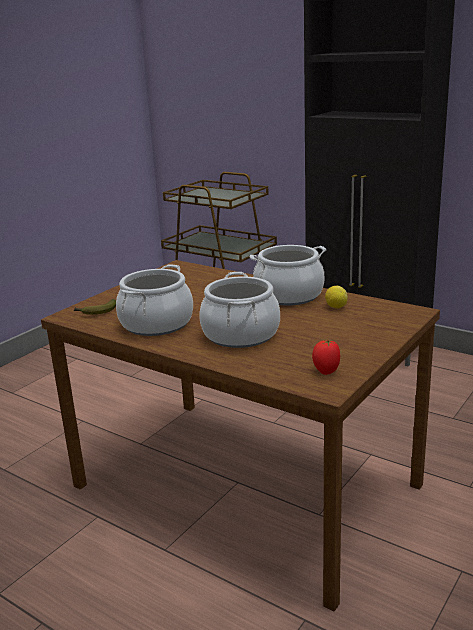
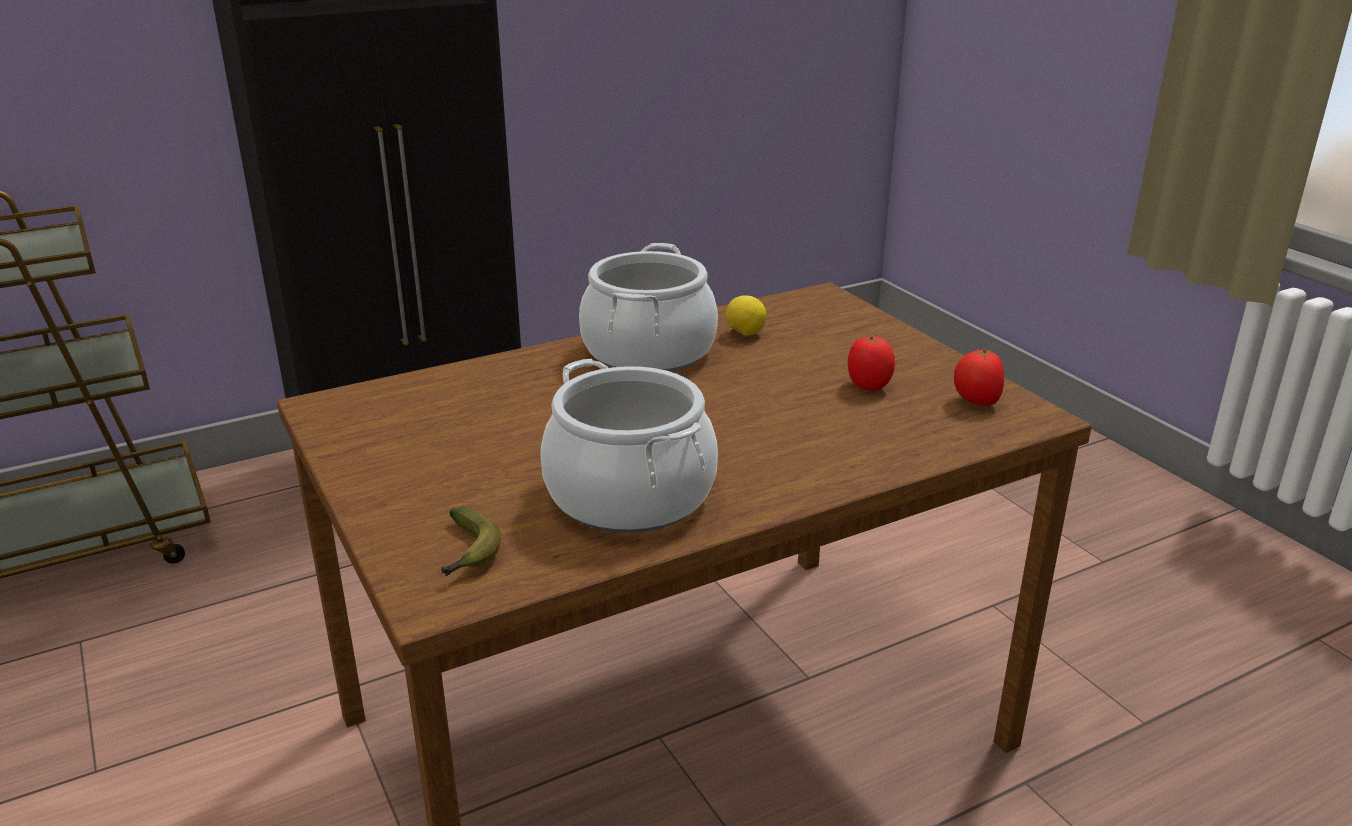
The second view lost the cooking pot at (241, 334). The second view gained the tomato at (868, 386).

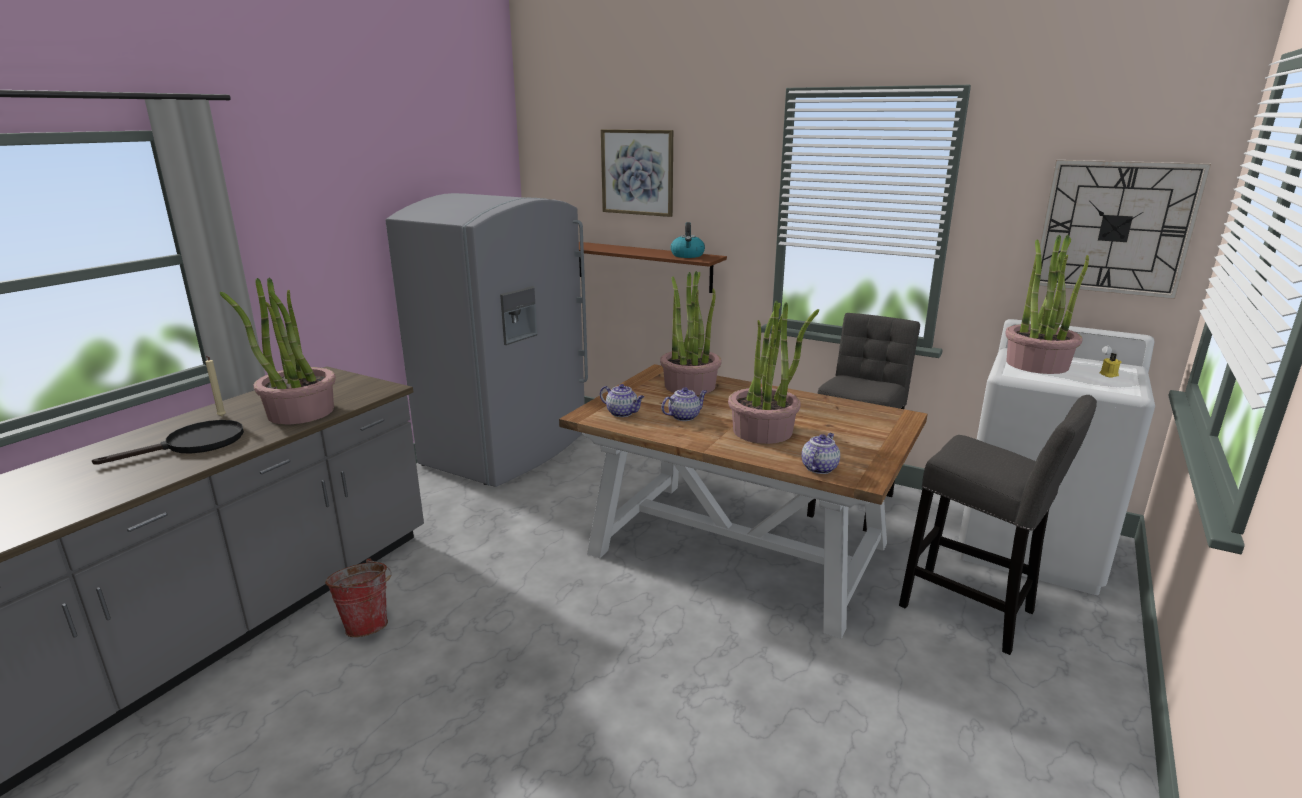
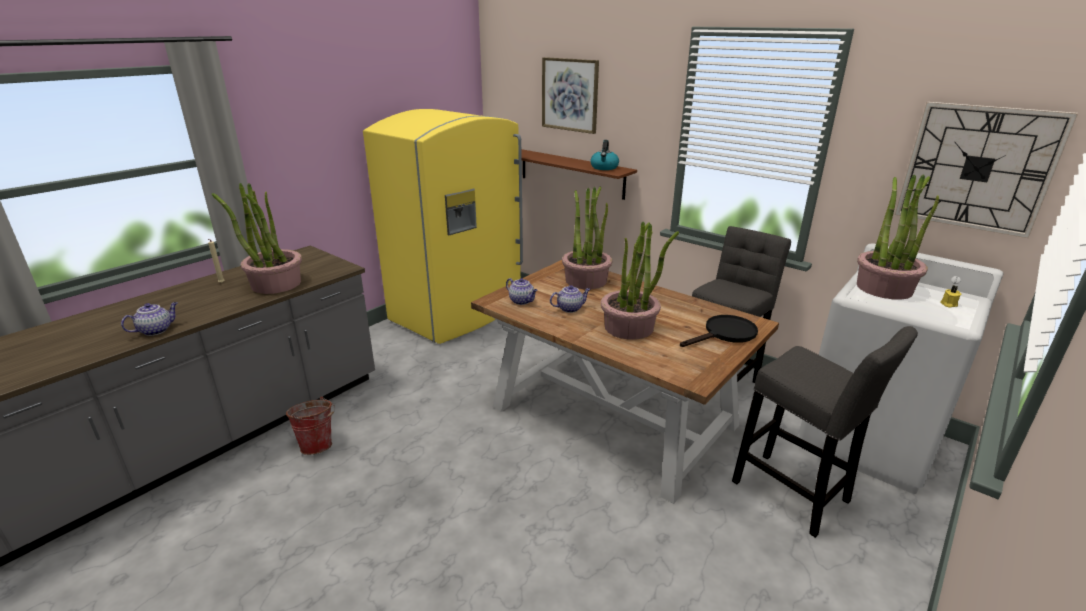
The frying pan/black ended up elsewhere, having gone from (194, 444) to (725, 334). What was the fridge/grey at (508, 449) turned into the fridge/yellow at (458, 313). The teapot ended up elsewhere, having gone from (819, 468) to (156, 330).

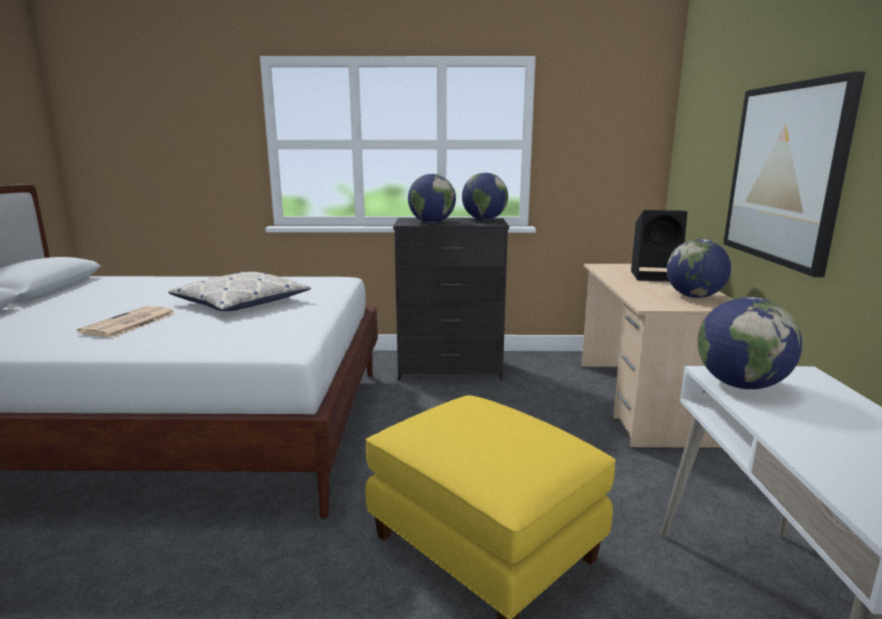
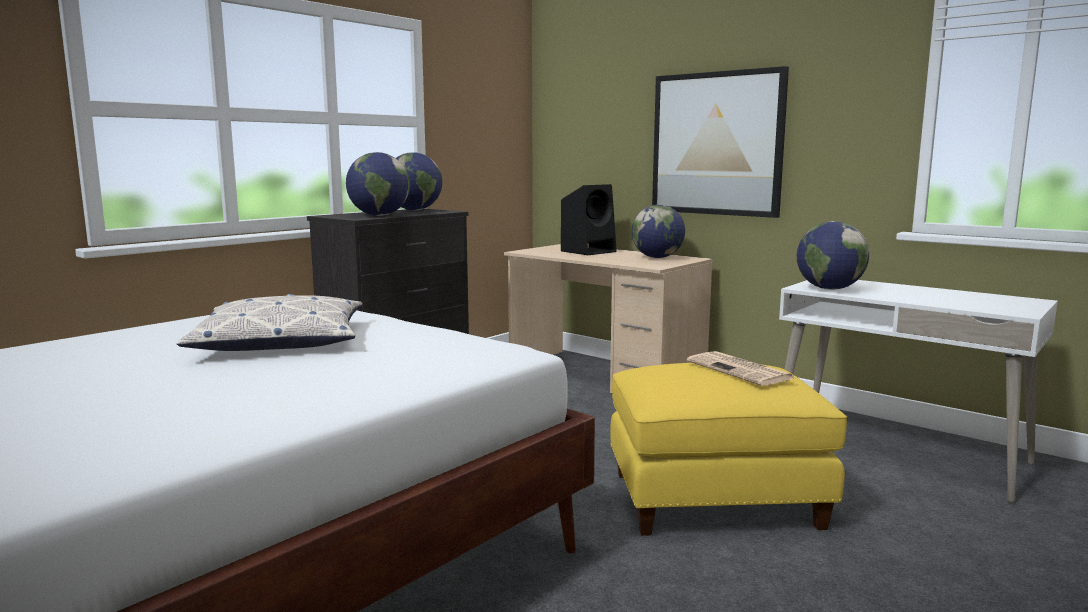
The newspaper ended up elsewhere, having gone from (129, 323) to (741, 370).

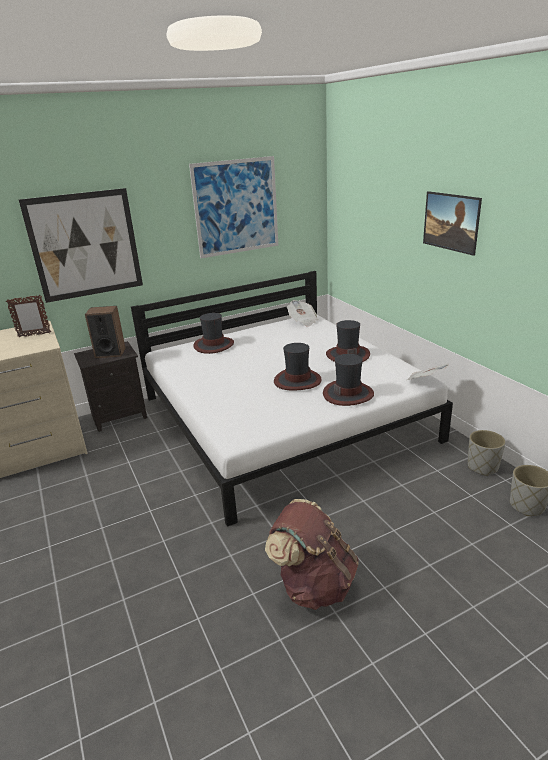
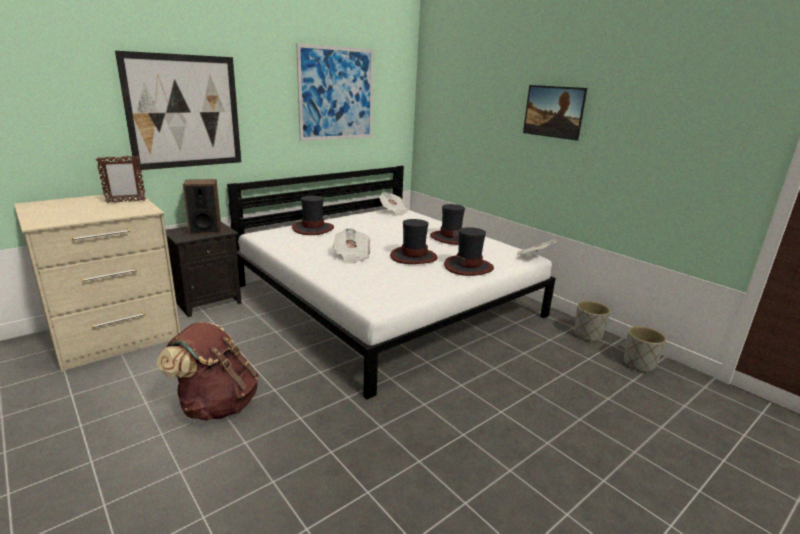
The backpack/brown ended up elsewhere, having gone from (314, 584) to (217, 405). The second view gained the newspaper at (352, 256).

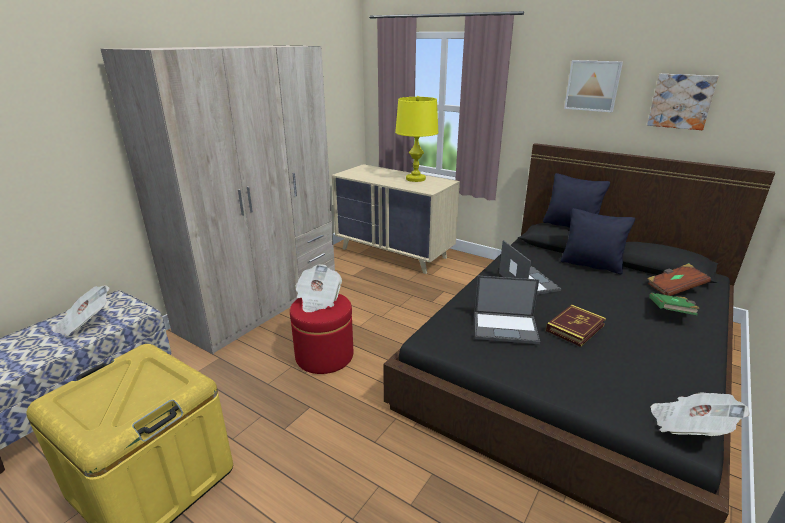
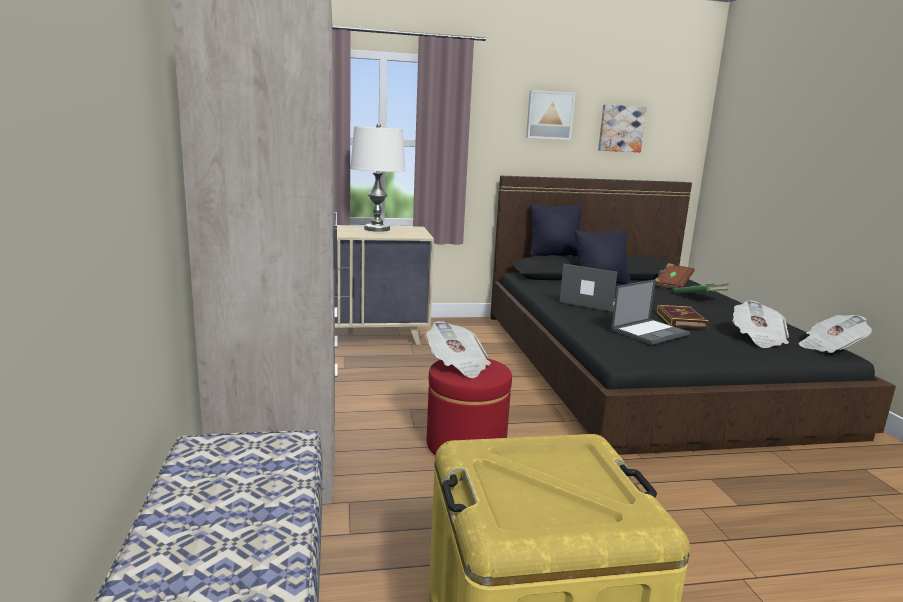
The newspaper ended up elsewhere, having gone from (85, 323) to (758, 339). What was the table lamp/yellow at (415, 179) turned into the table lamp/white at (377, 229).

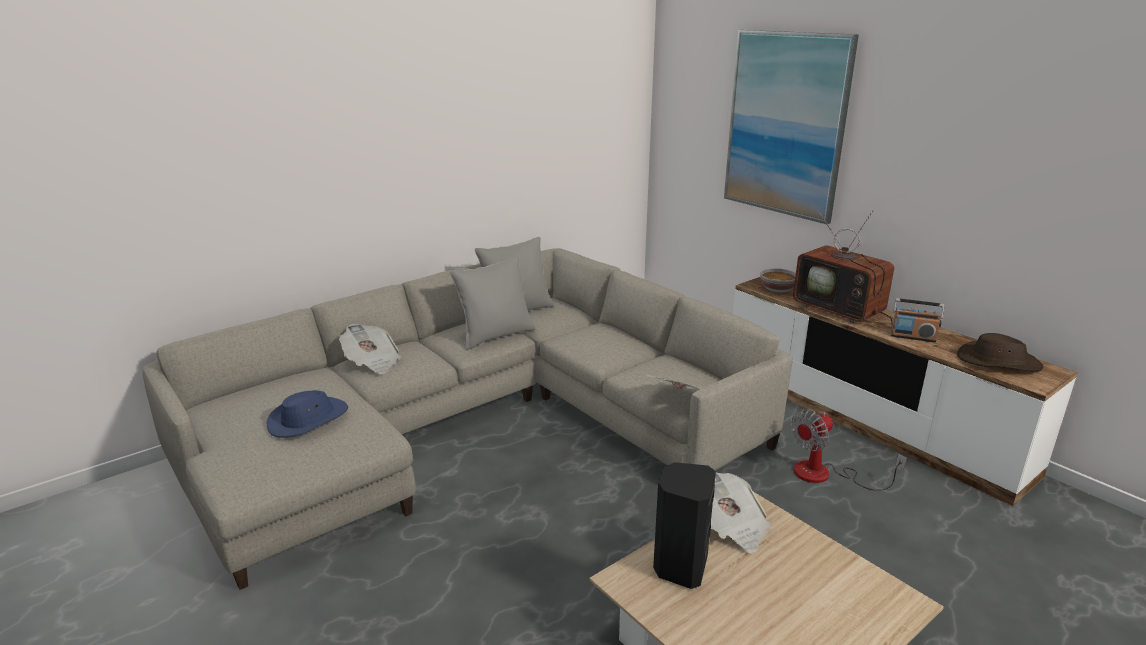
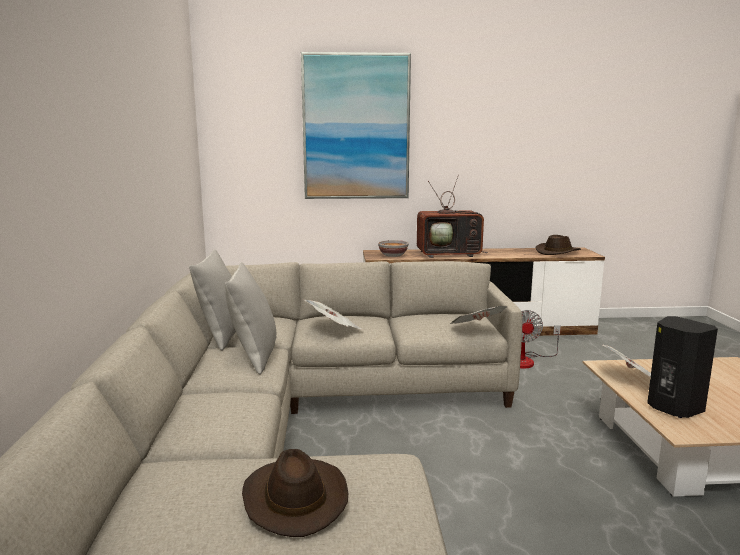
What was the hat/blue at (308, 419) turned into the hat/brown at (294, 498). The newspaper ended up elsewhere, having gone from (372, 362) to (334, 329). The second view lost the radio at (912, 337).

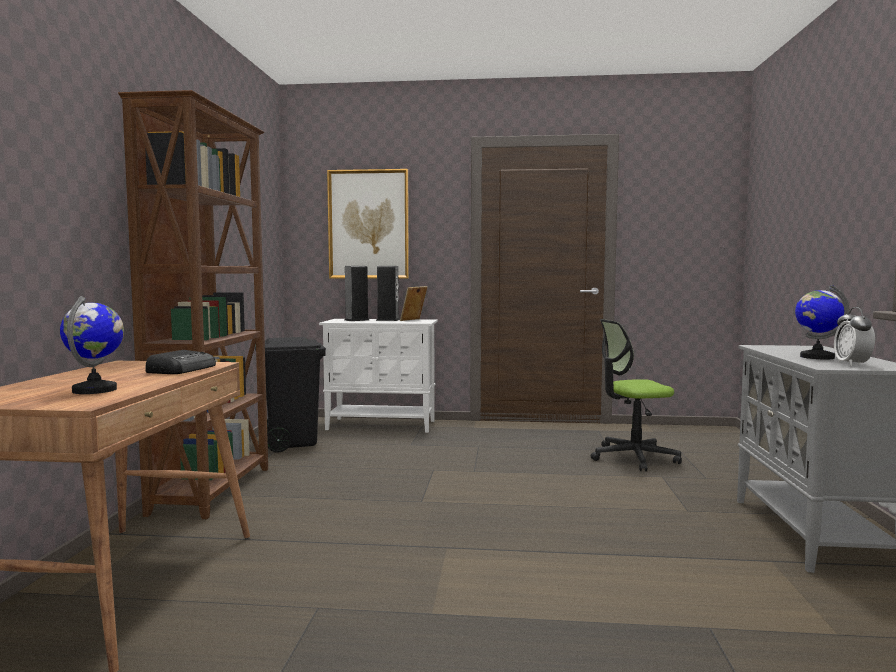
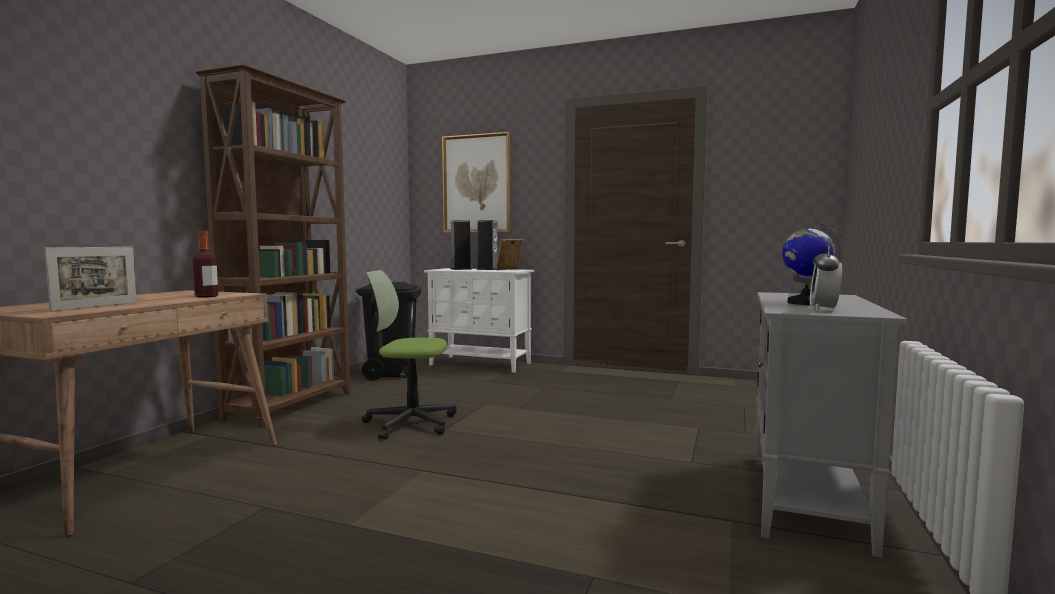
Where the globe stood at (95, 390), the picture frame came to stand at (96, 306). Where the radio stood at (183, 369), the bottle came to stand at (206, 296). The office chair ended up elsewhere, having gone from (633, 457) to (410, 423).

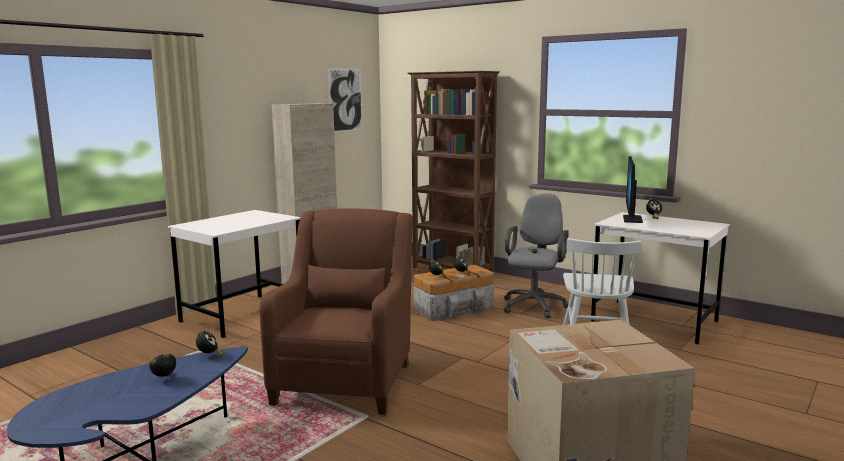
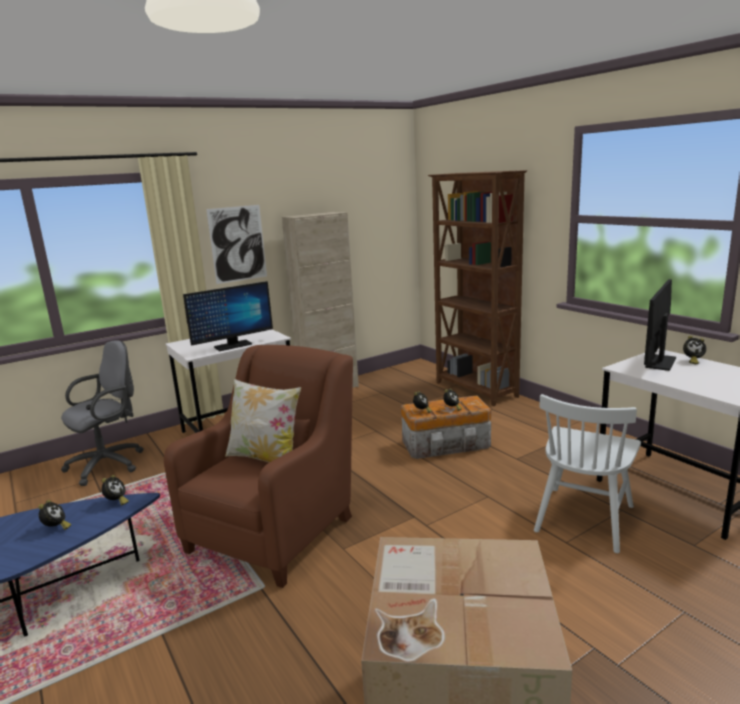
The alarm clock at (165, 379) ended up facing another way, 90 degrees clockwise from before. The picture ended up elsewhere, having gone from (345, 100) to (237, 244). The office chair/grey ended up elsewhere, having gone from (534, 305) to (110, 464). The second view gained the monitor at (233, 346). The second view gained the pillow at (266, 458).

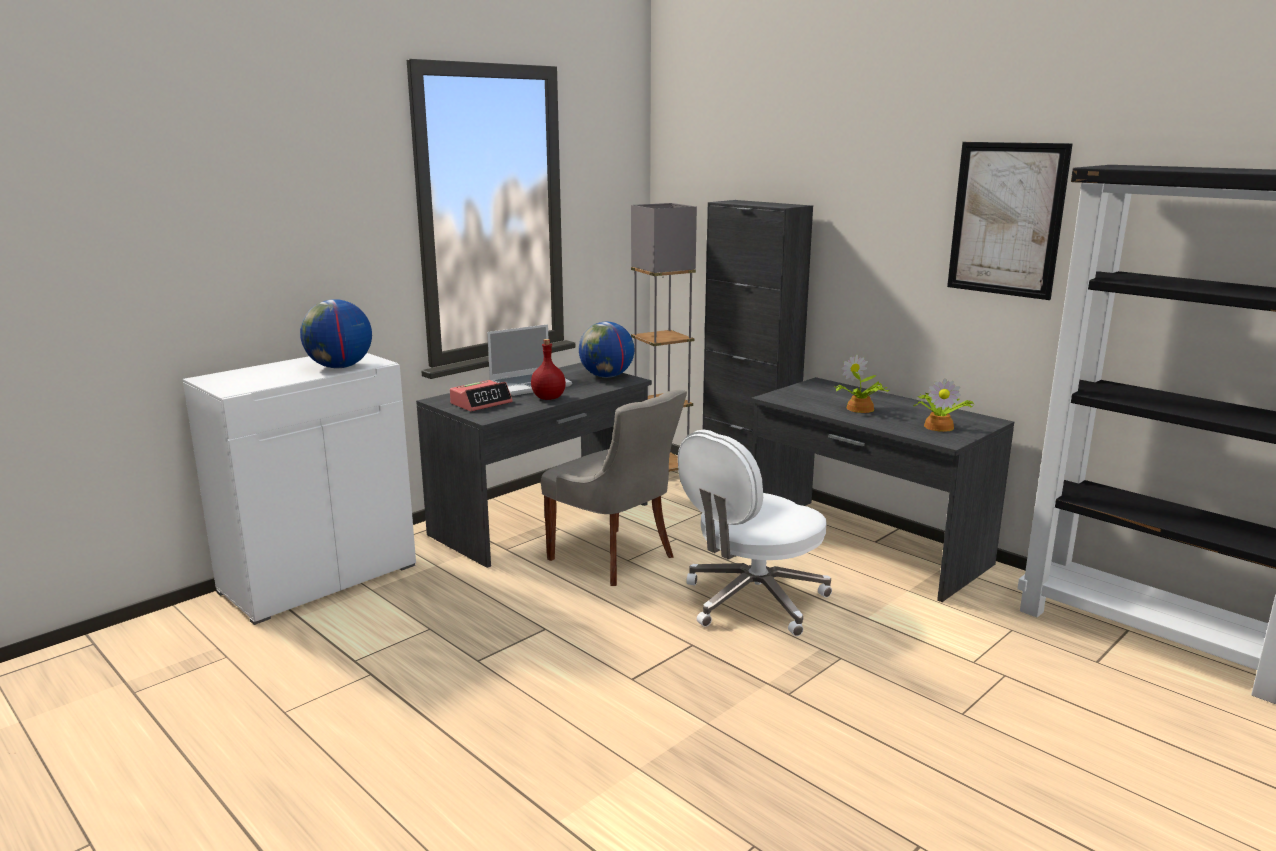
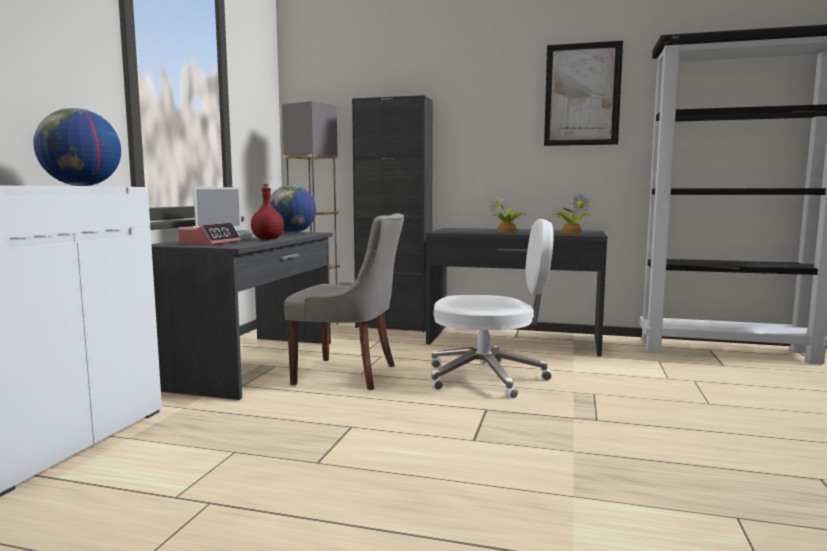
The office chair/white at (752, 601) ended up facing another way, 105 degrees counterclockwise from before.

